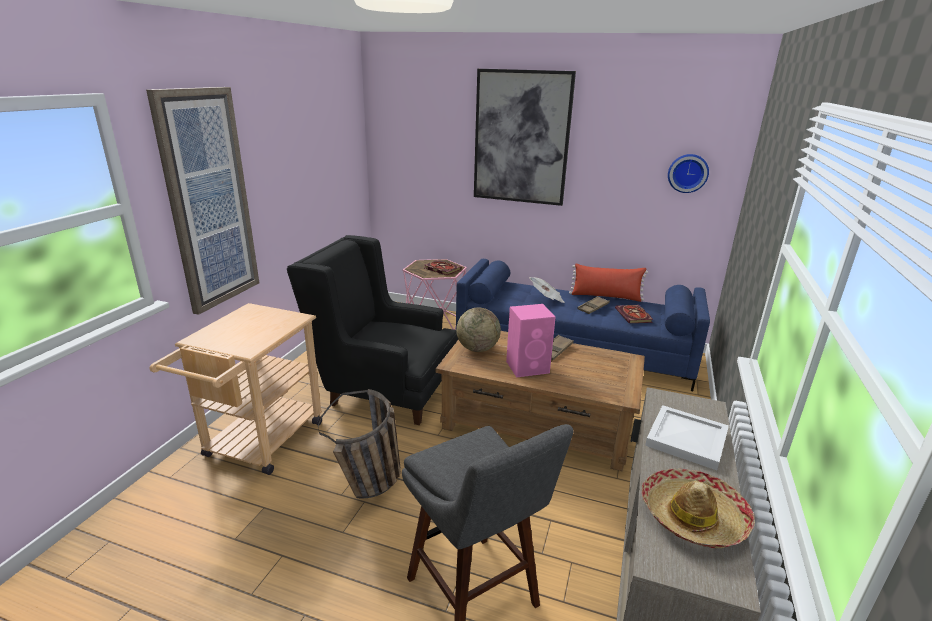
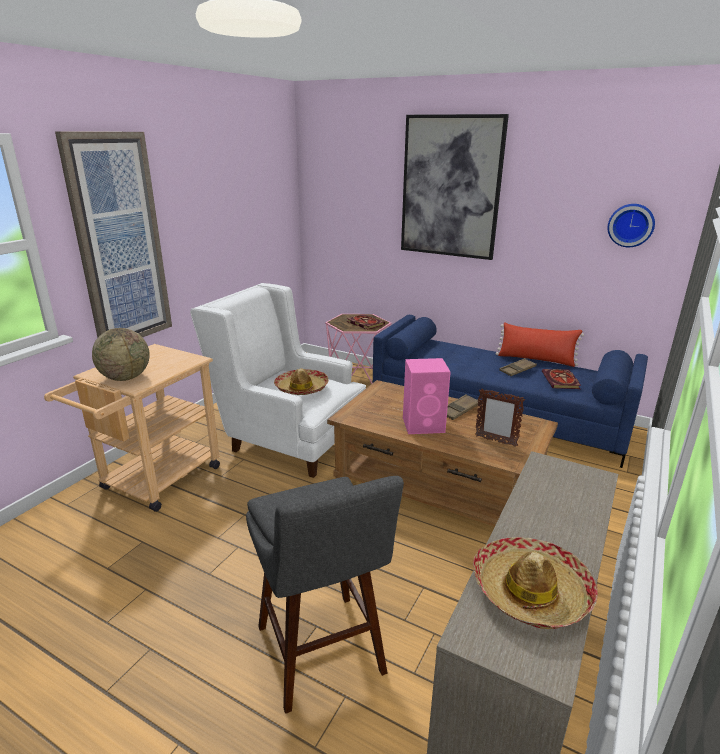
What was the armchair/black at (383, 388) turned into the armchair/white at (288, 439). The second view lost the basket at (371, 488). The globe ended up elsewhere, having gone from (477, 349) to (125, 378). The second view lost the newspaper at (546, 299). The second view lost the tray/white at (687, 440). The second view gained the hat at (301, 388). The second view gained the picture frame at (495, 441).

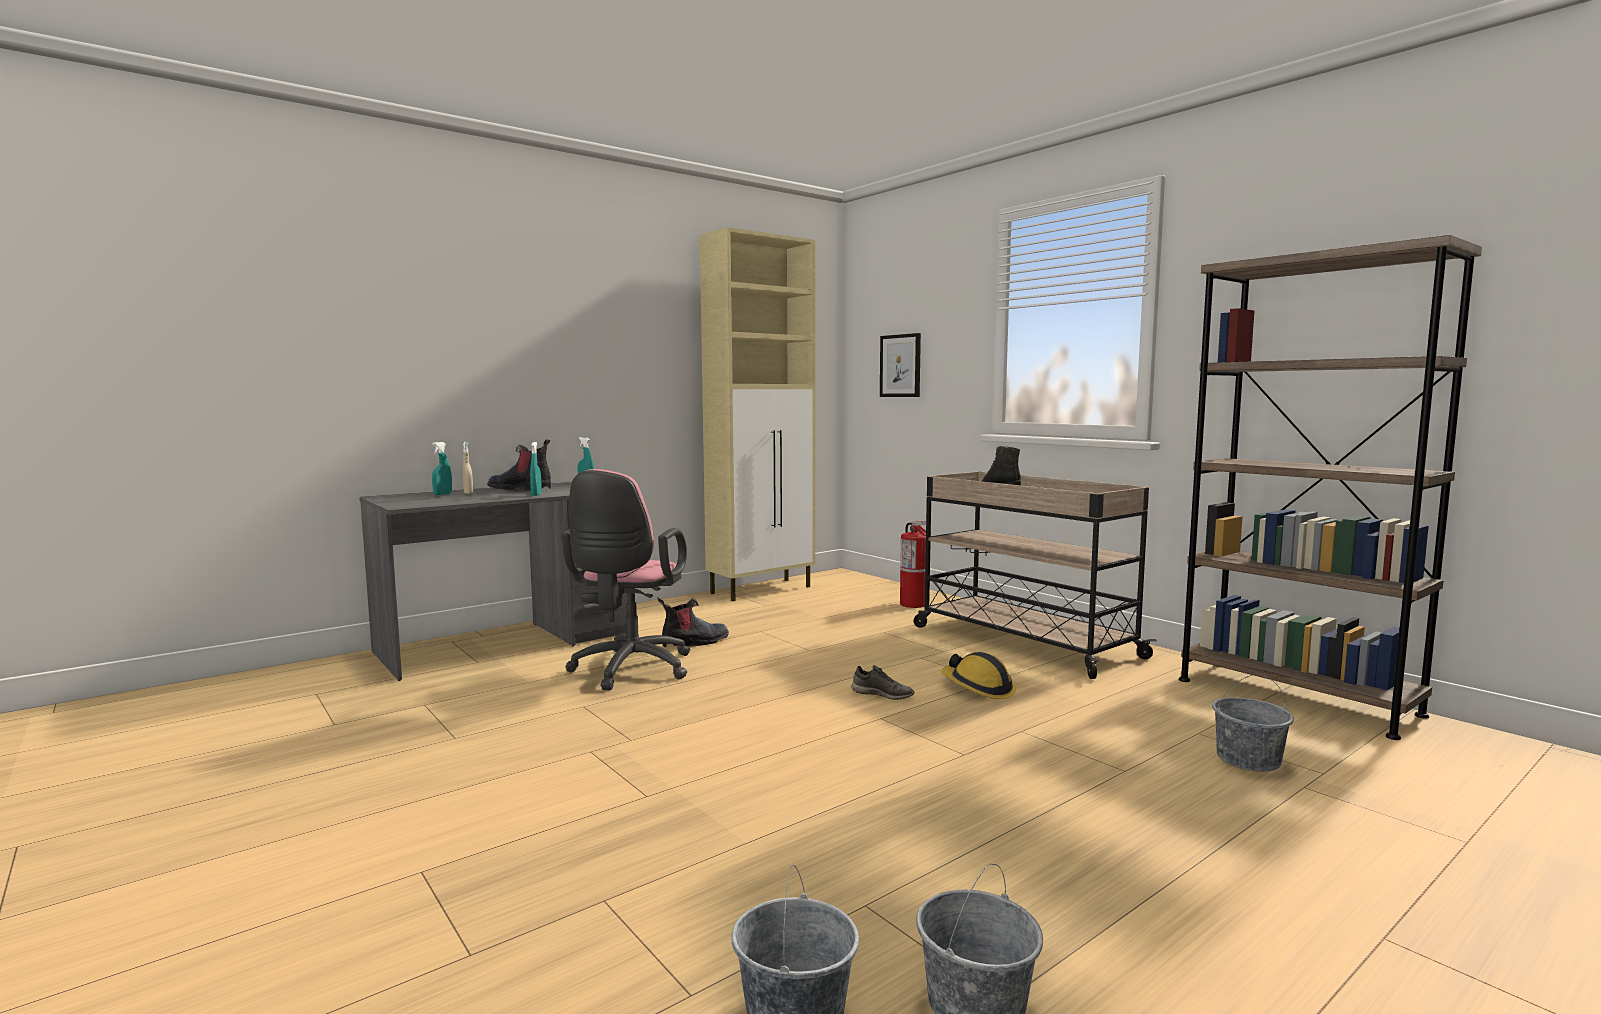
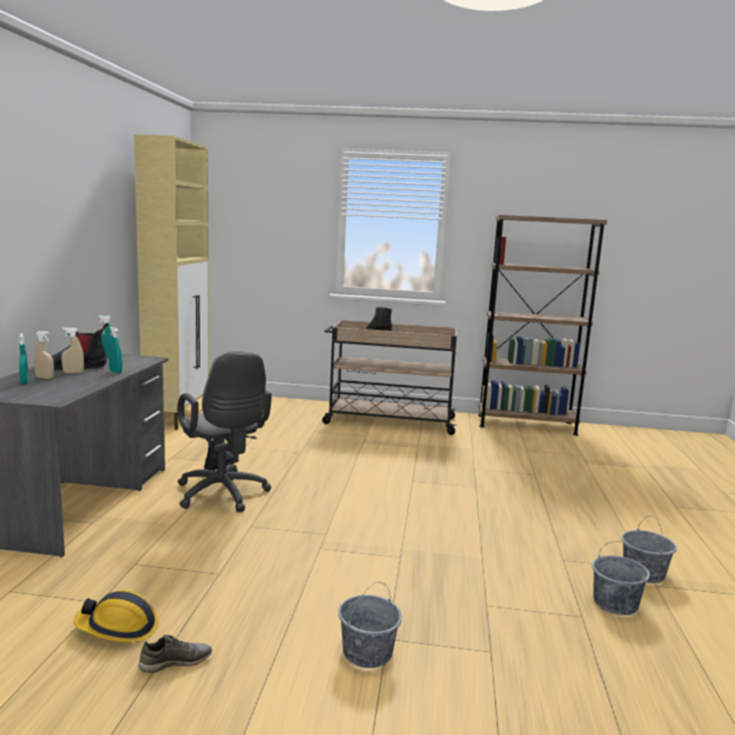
What was the office chair/pink at (629, 671) turned into the office chair/grey at (224, 495). The shoe/grey ended up elsewhere, having gone from (883, 694) to (175, 662). The second view lost the picture at (900, 365). The second view lost the fire extinguisher at (913, 604). The hard hat ended up elsewhere, having gone from (978, 688) to (118, 628). The bucket/grey ended up elsewhere, having gone from (1249, 759) to (368, 652). The second view gained the spray bottle/beige at (73, 373).

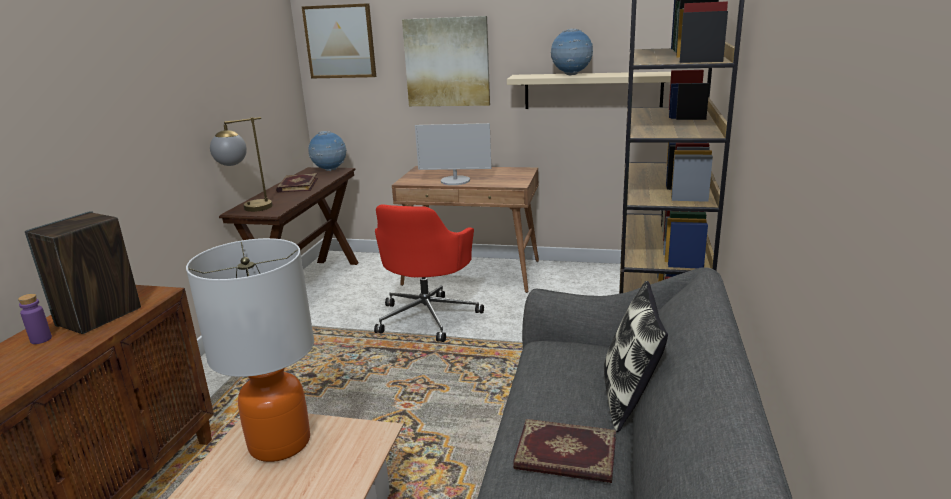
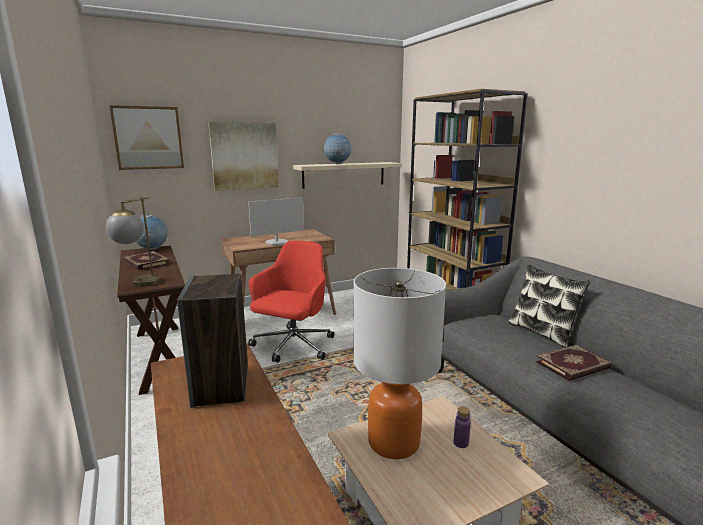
The bottle/purple ended up elsewhere, having gone from (41, 339) to (461, 443). The office chair/red at (428, 316) ended up facing another way, 135 degrees counterclockwise from before.

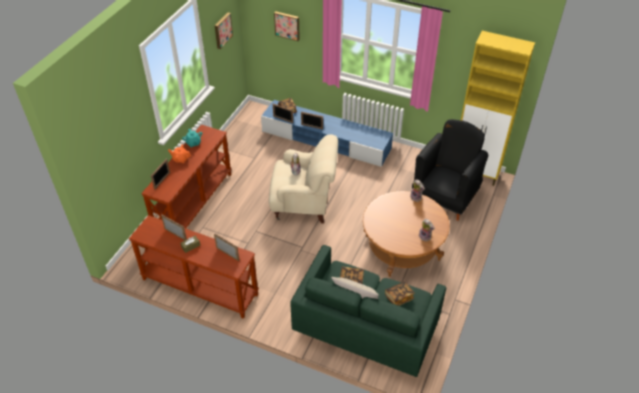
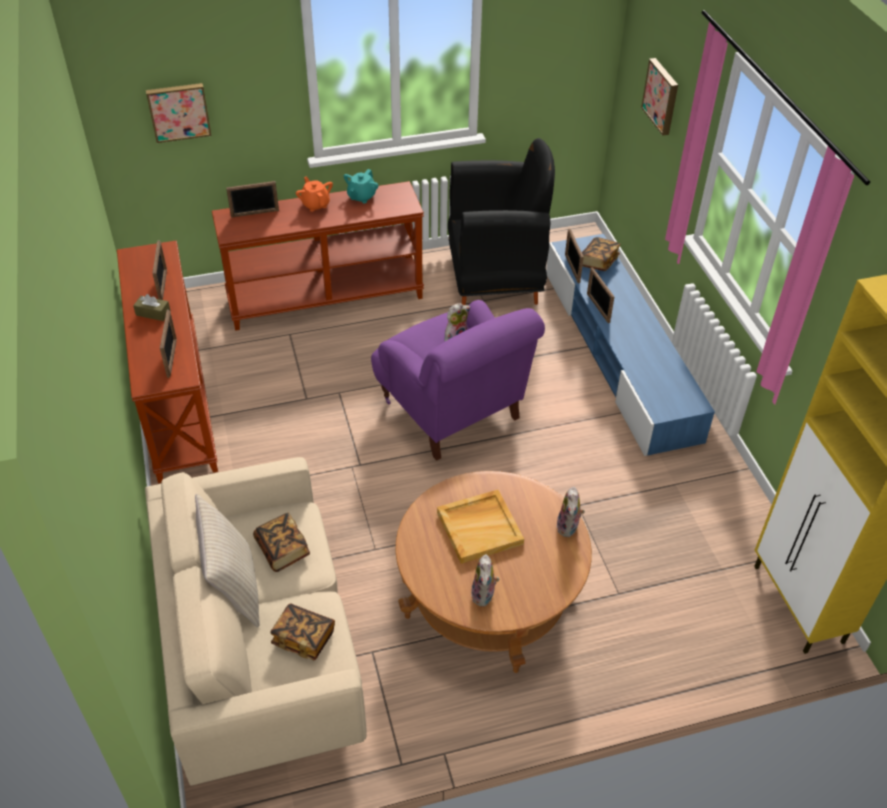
The picture ended up elsewhere, having gone from (222, 30) to (179, 111). What was the armchair/beige at (304, 203) turned into the armchair/purple at (452, 412). What was the sofa/green at (366, 328) turned into the sofa/beige at (262, 651). The armchair/black ended up elsewhere, having gone from (445, 197) to (496, 278). The second view gained the tray/beige at (480, 527).

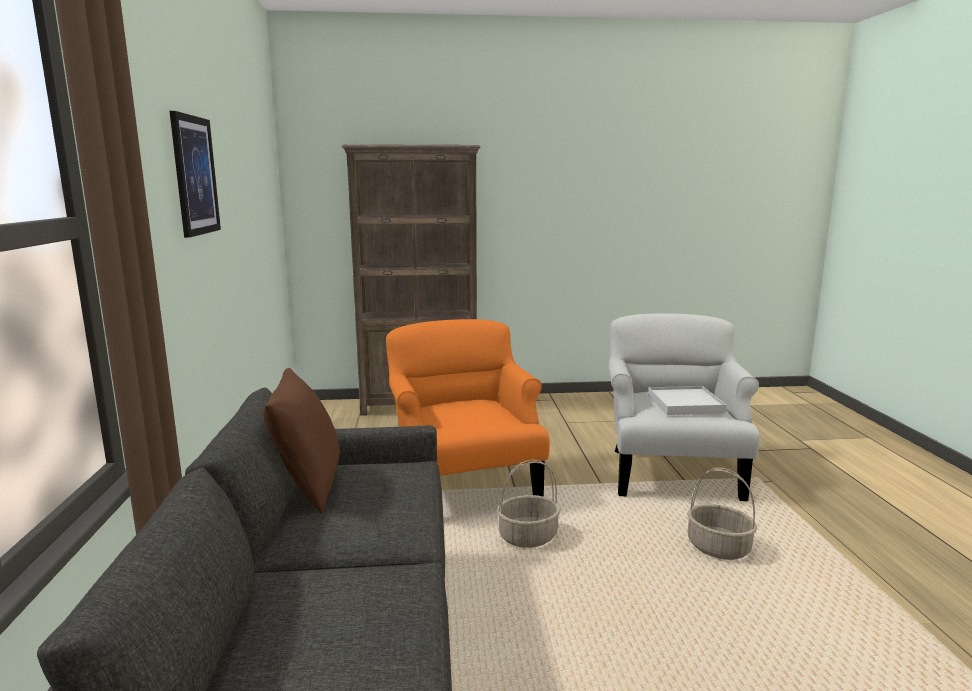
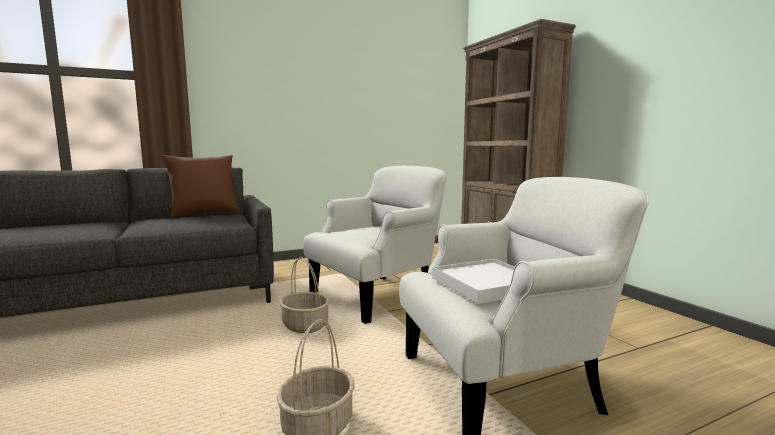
The second view lost the picture at (194, 175). What was the armchair/orange at (464, 485) turned into the armchair/white at (376, 295).

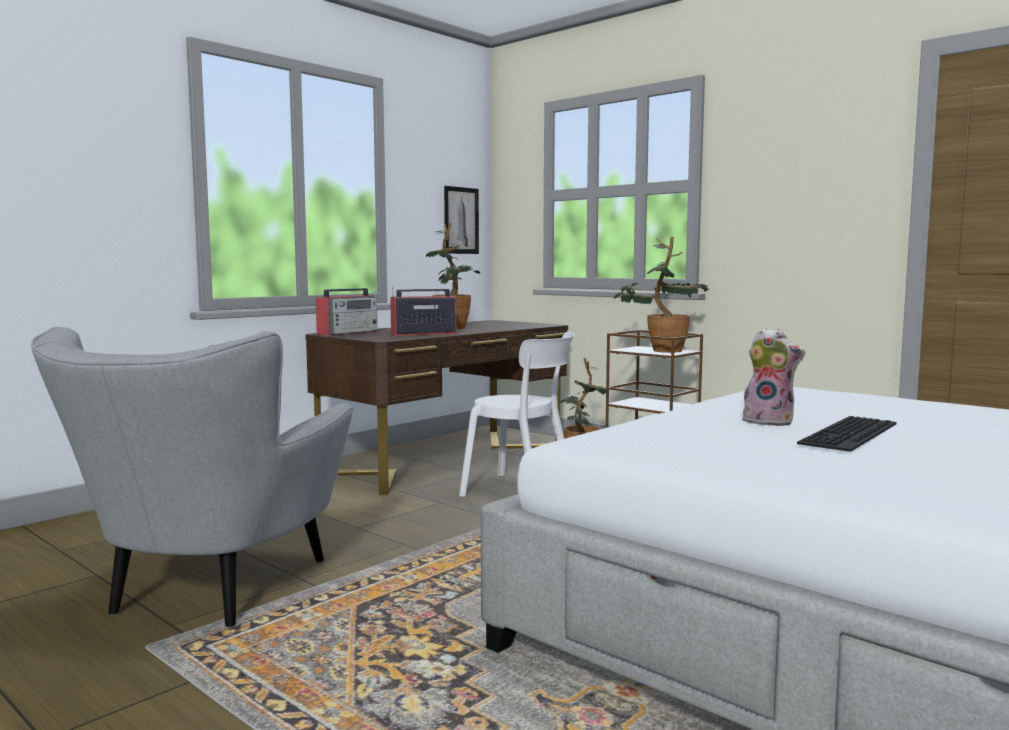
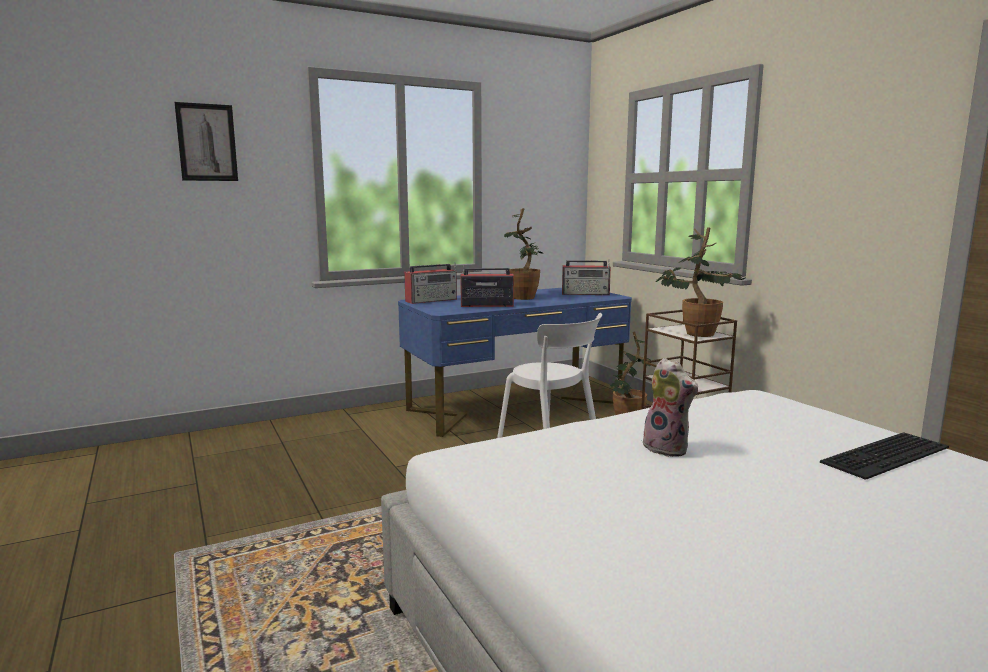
The second view lost the armchair/grey at (211, 592). What was the desk/brown at (447, 459) turned into the desk/blue at (516, 406). The picture ended up elsewhere, having gone from (461, 220) to (207, 142). The keyboard ended up elsewhere, having gone from (852, 434) to (888, 456). The second view gained the radio at (586, 294).

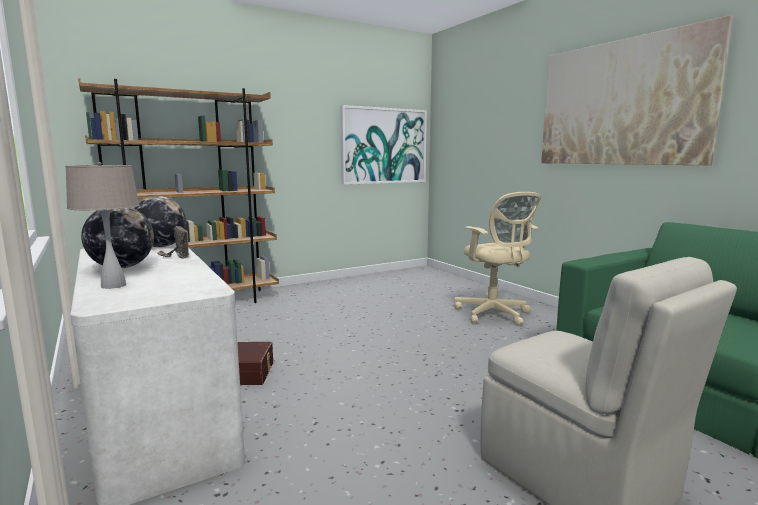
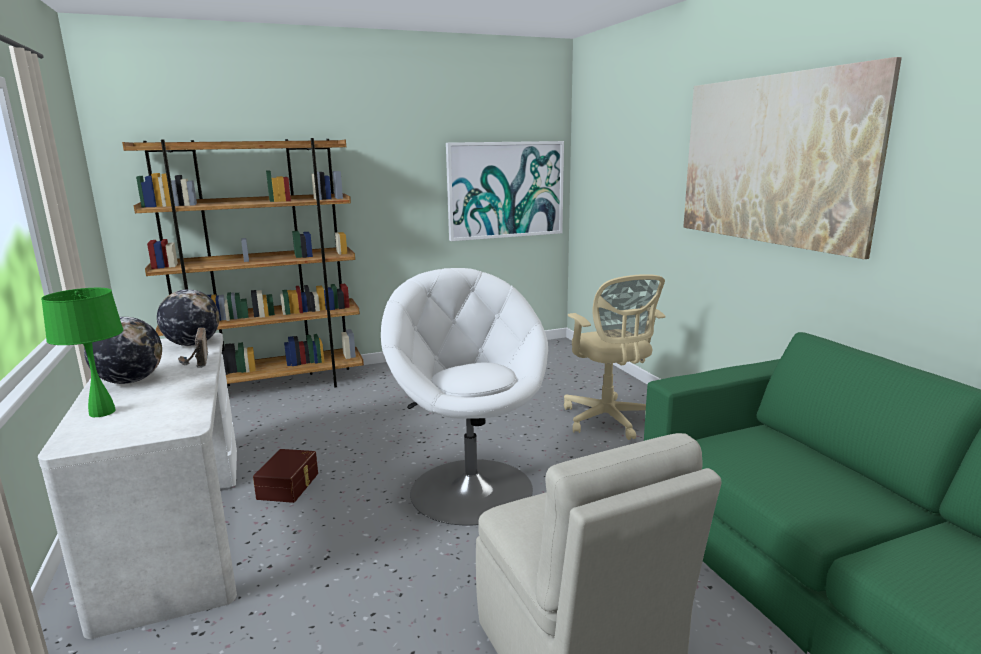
What was the table lamp/beige at (113, 285) turned into the table lamp/green at (102, 412). The second view gained the armchair/white at (471, 488).

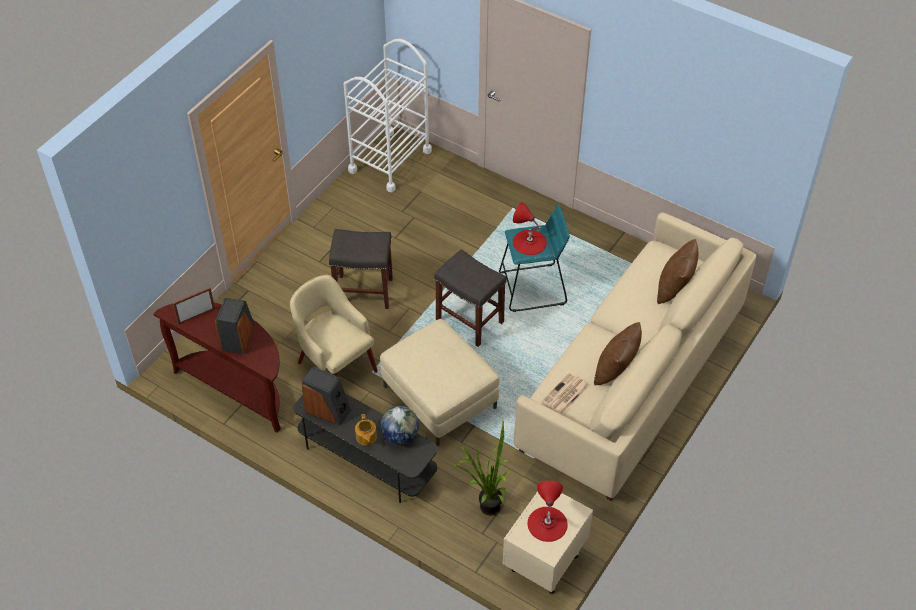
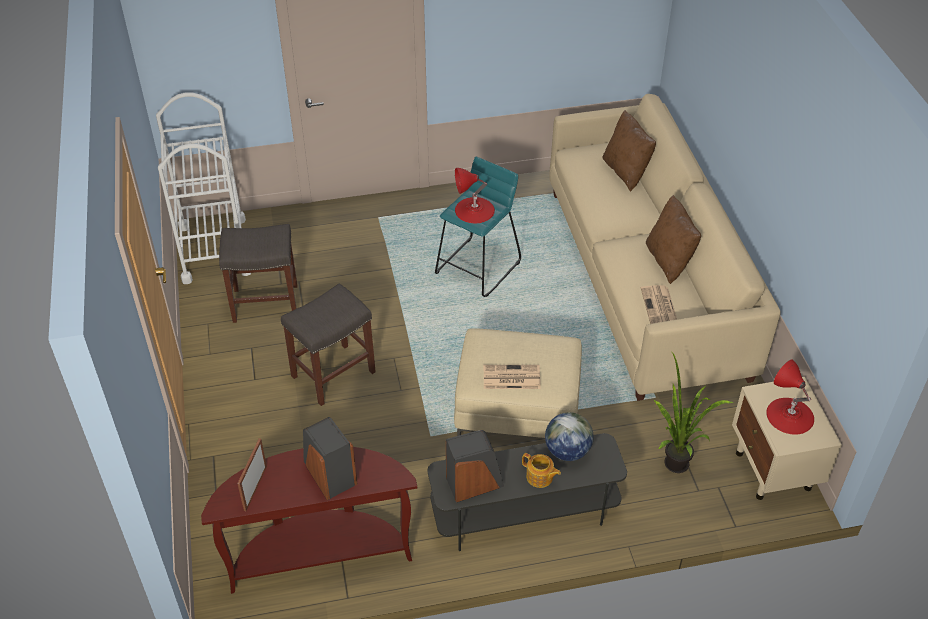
The second view lost the armchair/beige at (335, 365). The stool/grey ended up elsewhere, having gone from (470, 321) to (266, 302). The second view gained the newspaper at (510, 378).

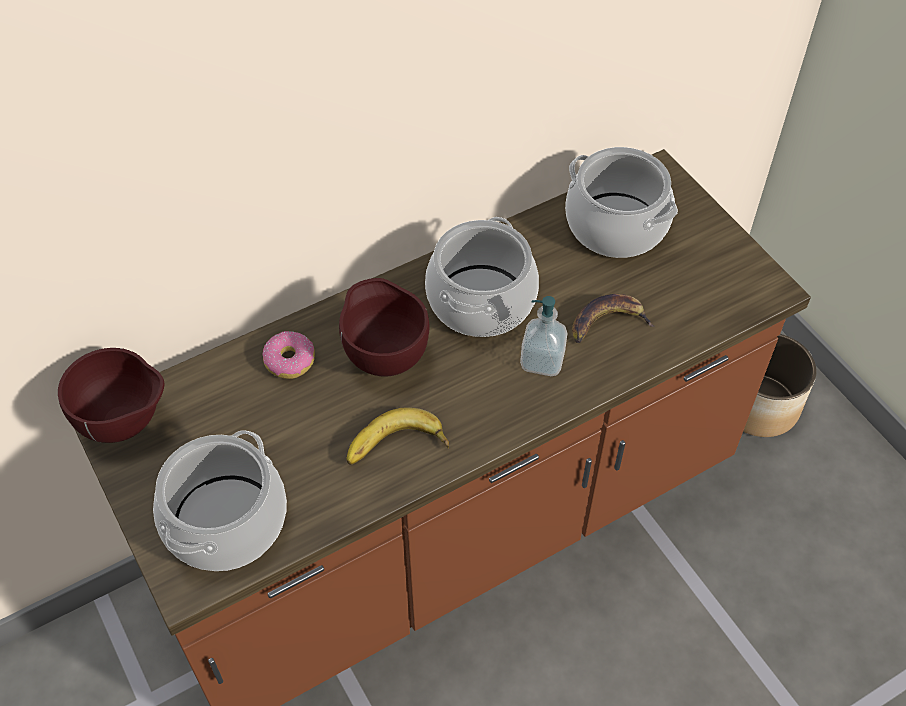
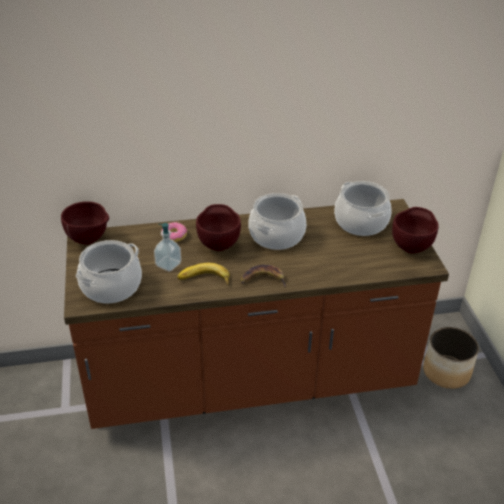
The soap dispenser ended up elsewhere, having gone from (542, 361) to (168, 264). The banana ended up elsewhere, having gone from (607, 322) to (263, 279). The second view gained the bowl/brown at (411, 247).

